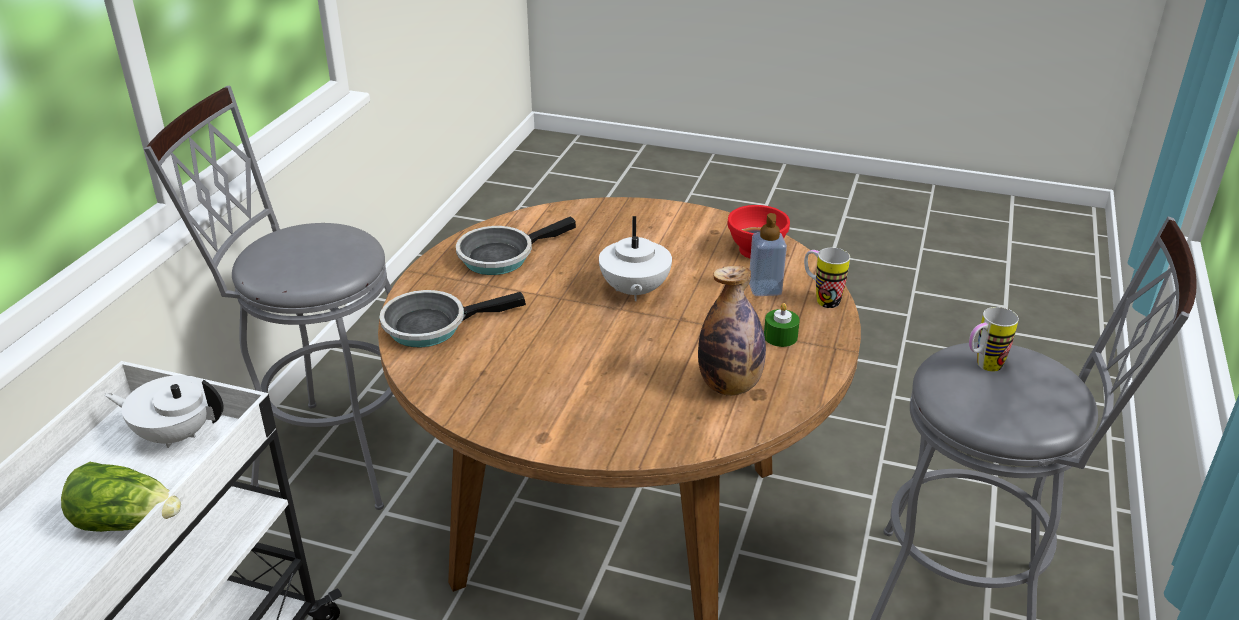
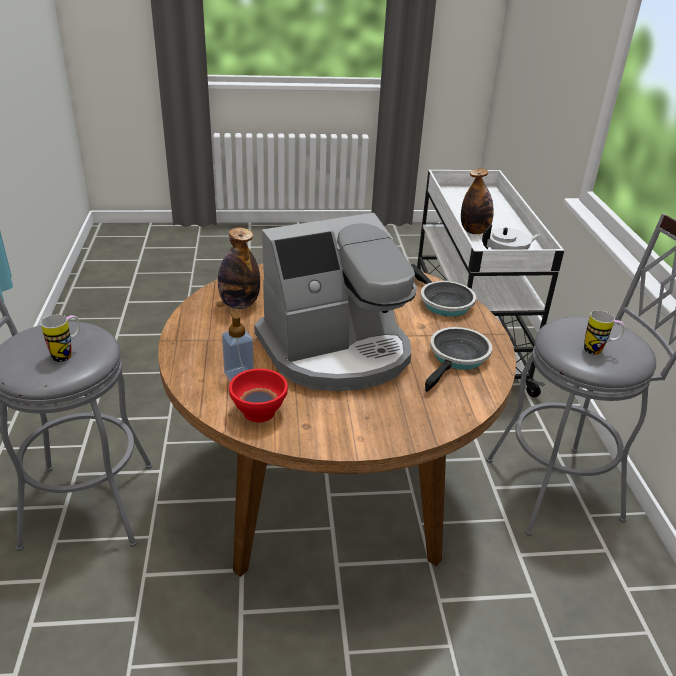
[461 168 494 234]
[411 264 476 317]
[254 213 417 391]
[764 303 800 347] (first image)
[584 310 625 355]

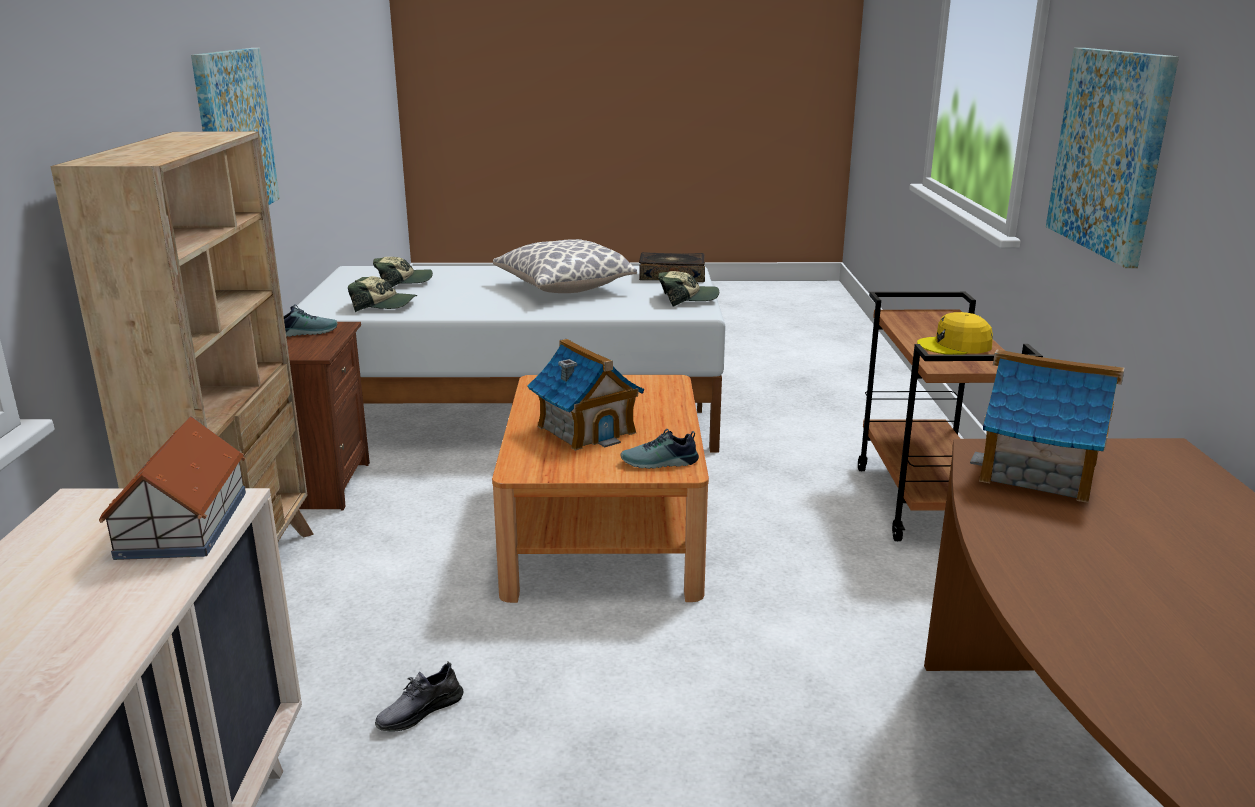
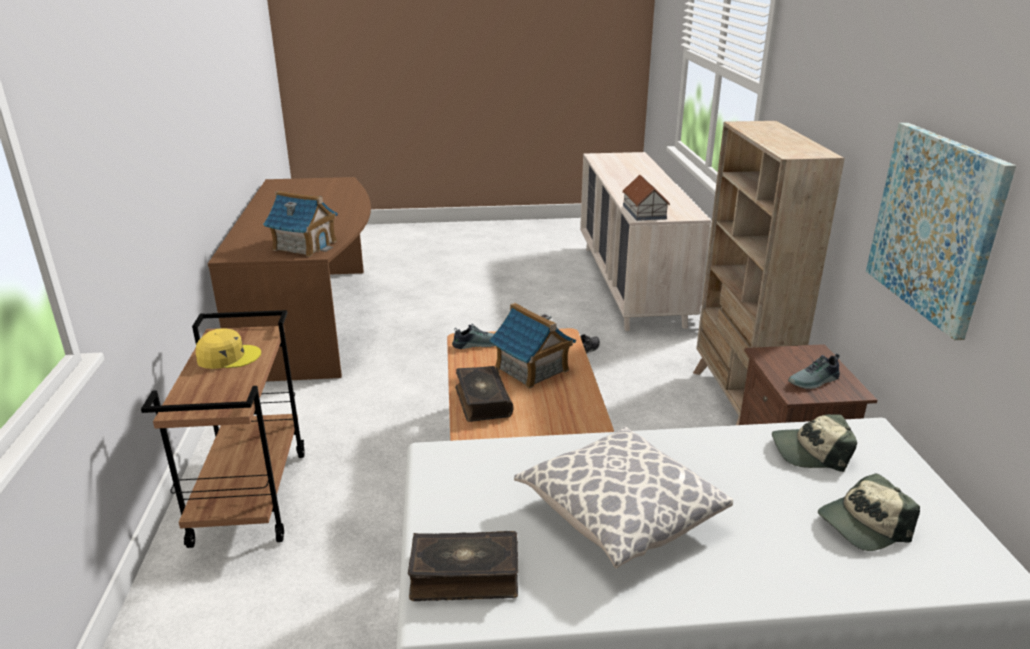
[658 271 719 306] (first image)
[1046 48 1179 268] (first image)
[455 366 513 422]

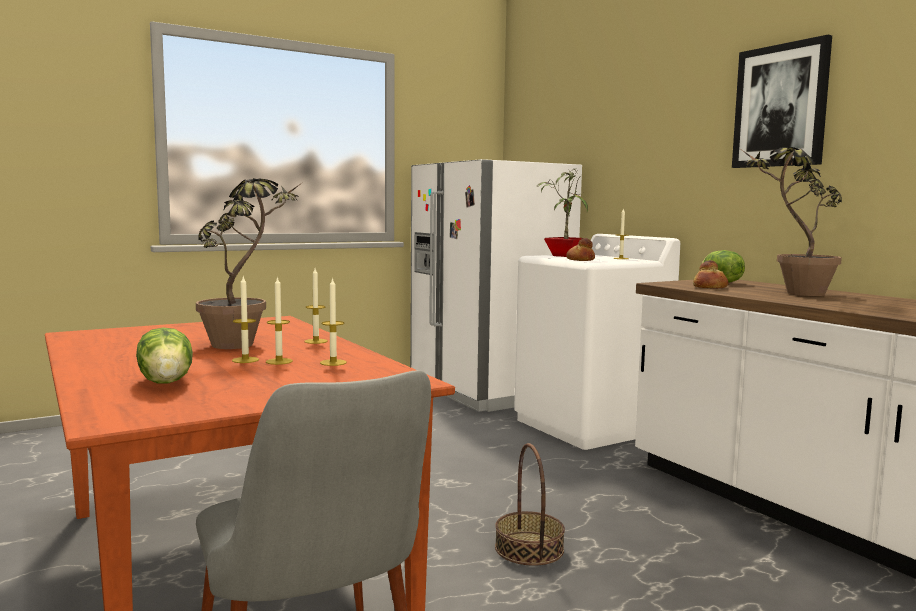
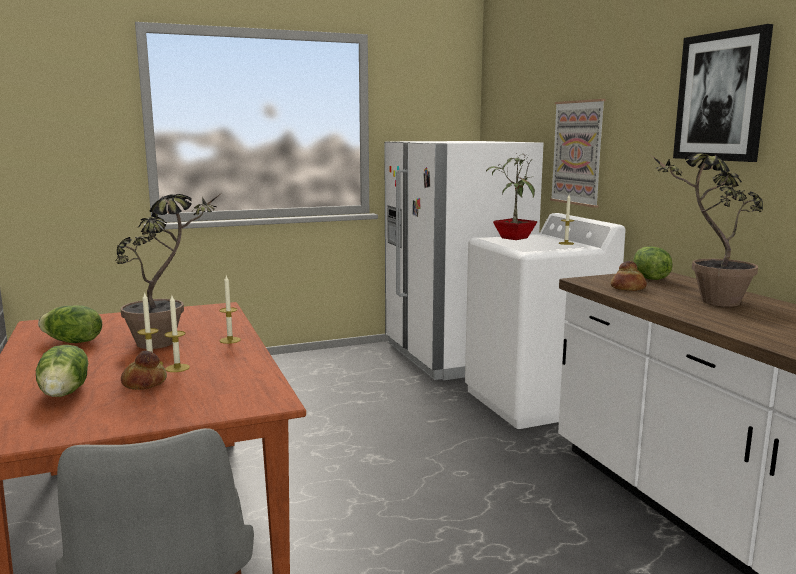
[320 277 347 366] (first image)
[495 443 565 566] (first image)
[121 351 167 390]
[38 305 102 343]
[550 99 606 208]

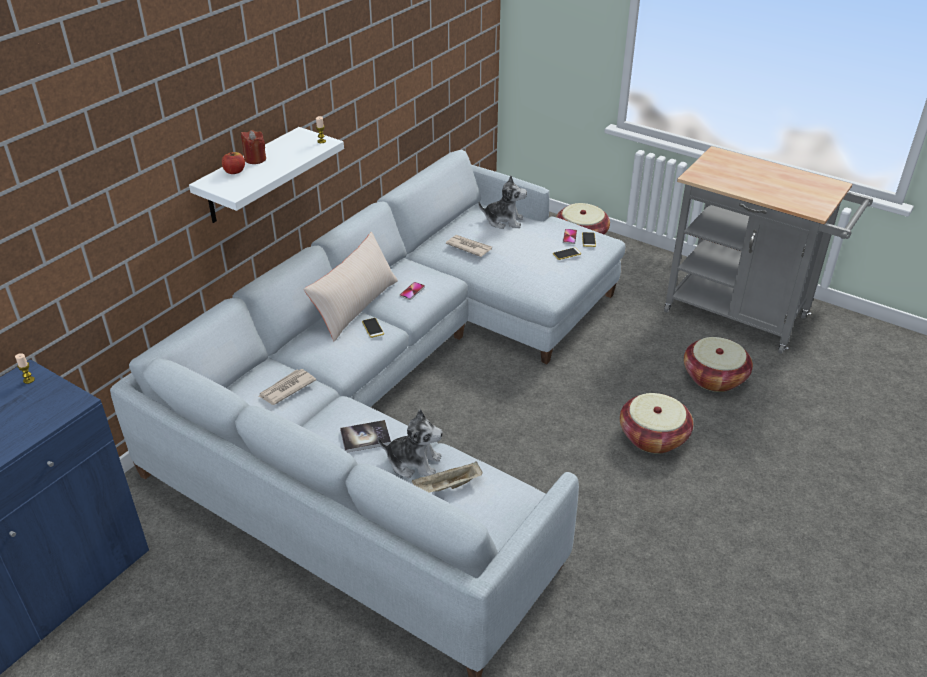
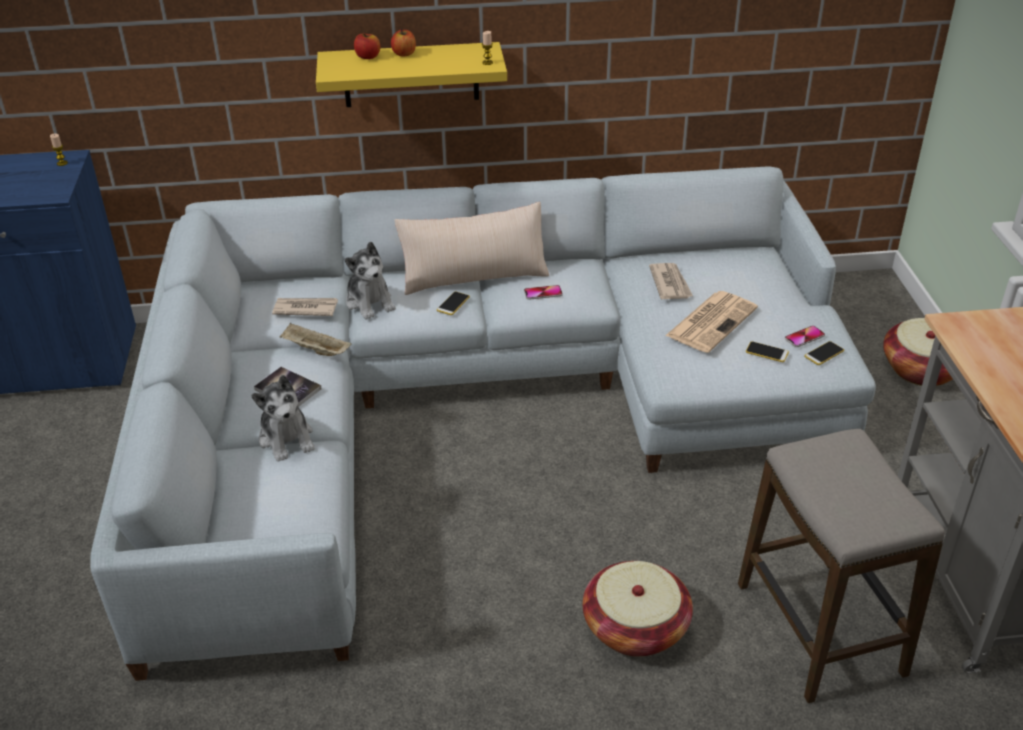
[316 42 507 107]
[391 28 416 57]
[279 323 352 356]
[345 241 396 320]
[738 429 945 703]
[665 291 758 353]

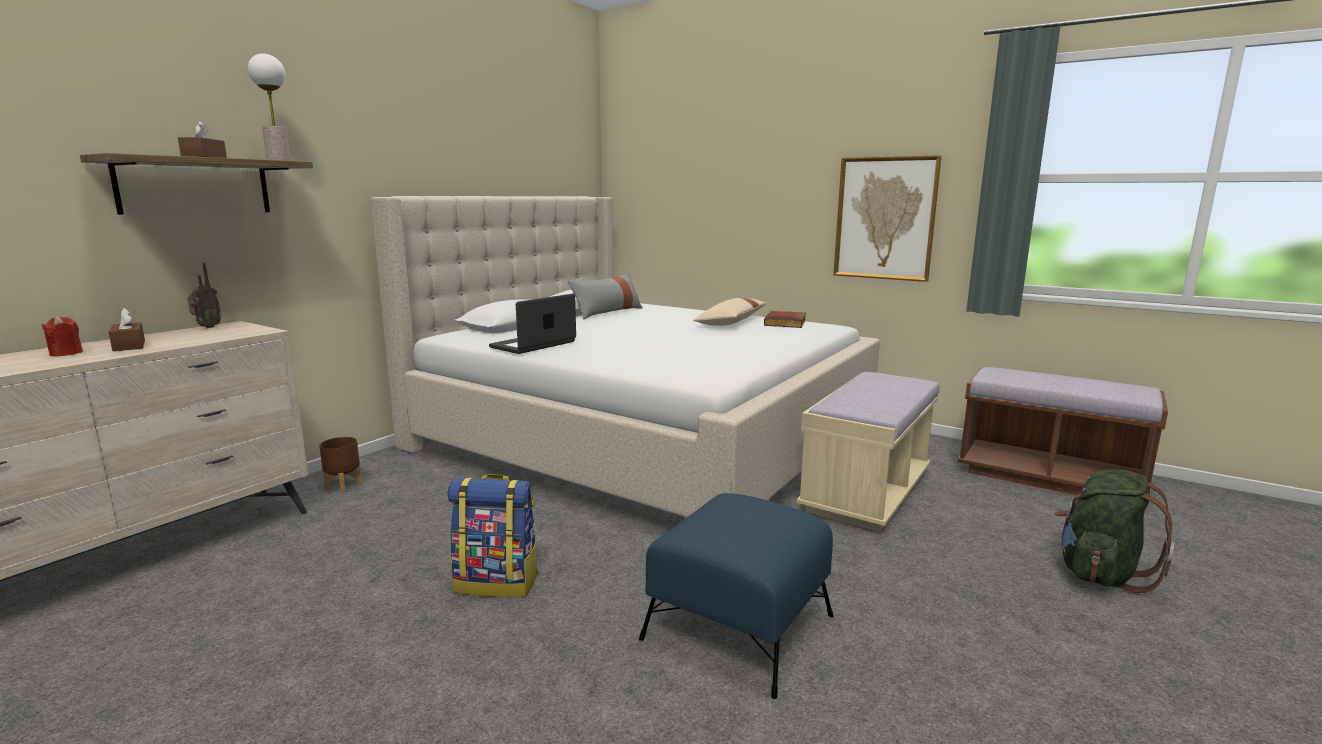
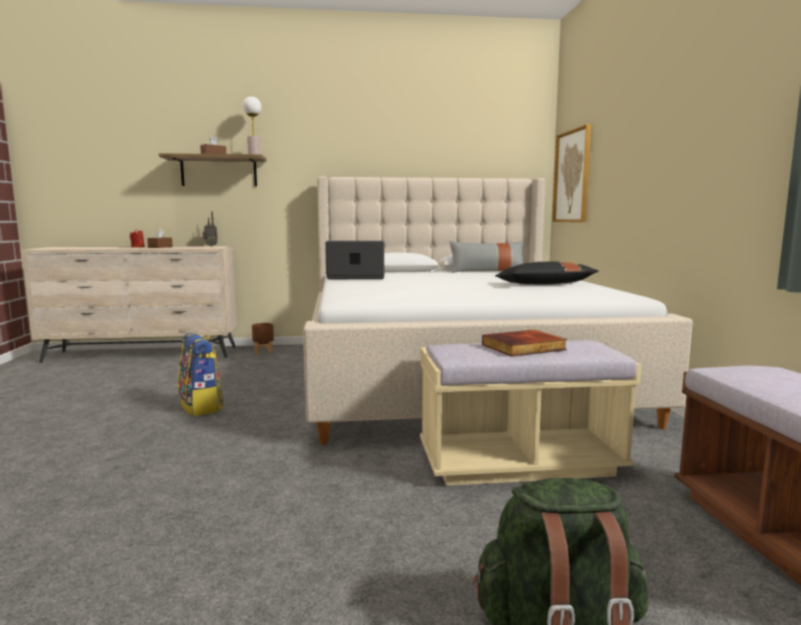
[639 493 833 699] (first image)
[495 262 599 285]
[482 330 567 357]
[552 124 591 222]

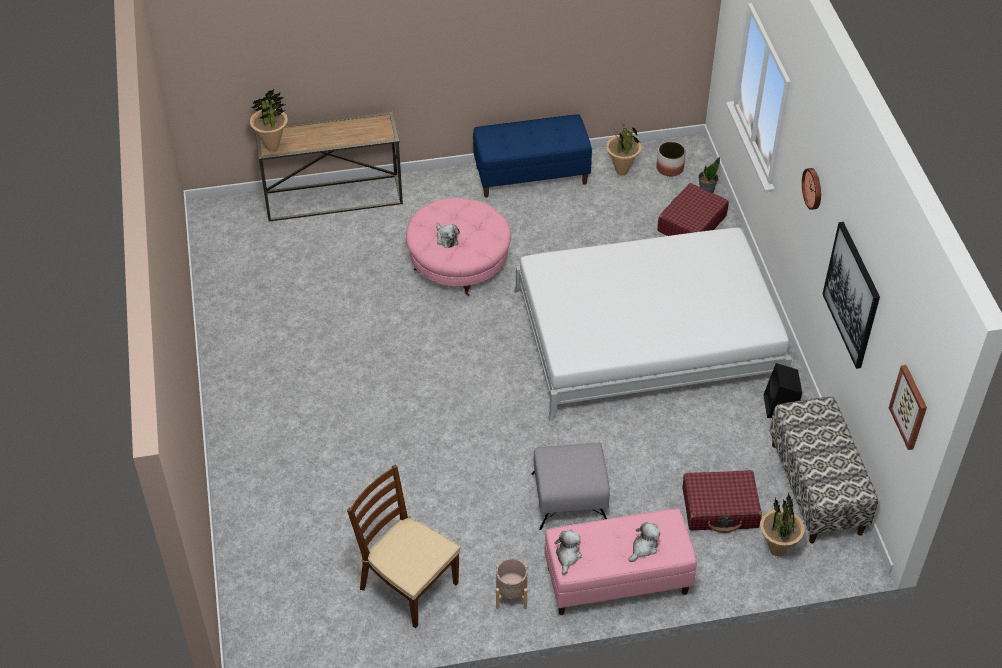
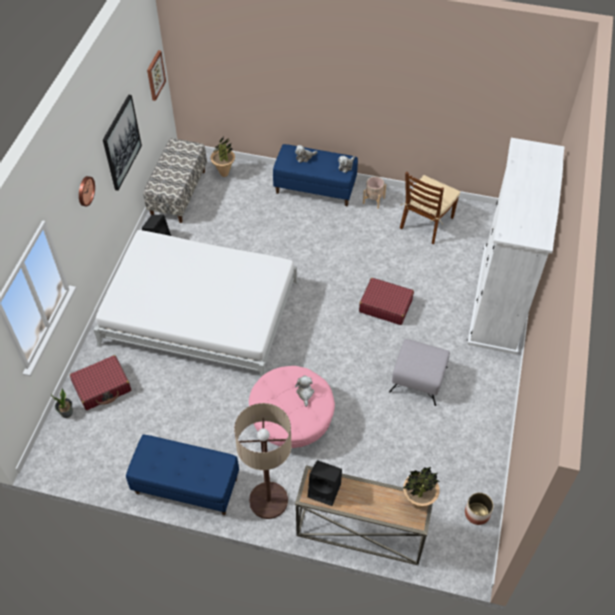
[400 172 460 244]
[389 339 450 406]
[273 144 358 206]
[606 118 641 176] (first image)
[465 493 494 525]
[359 278 414 325]
[234 403 292 519]
[308 460 342 506]
[467 138 565 355]

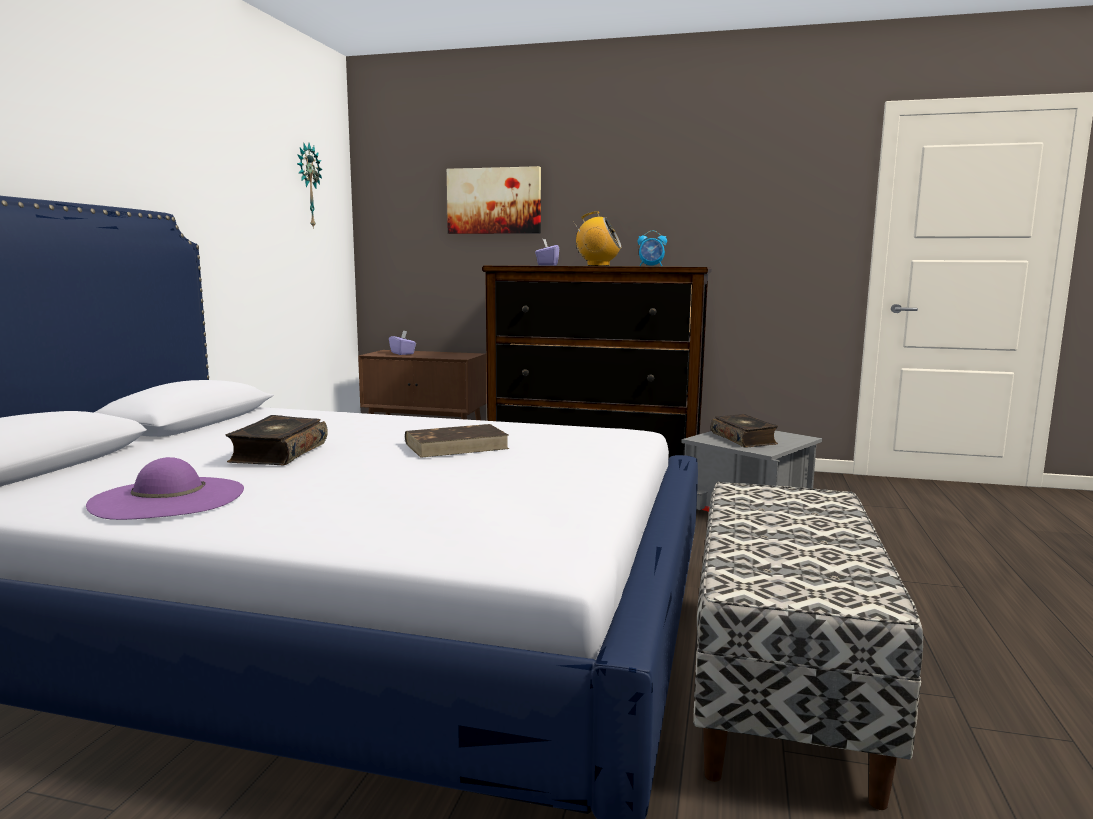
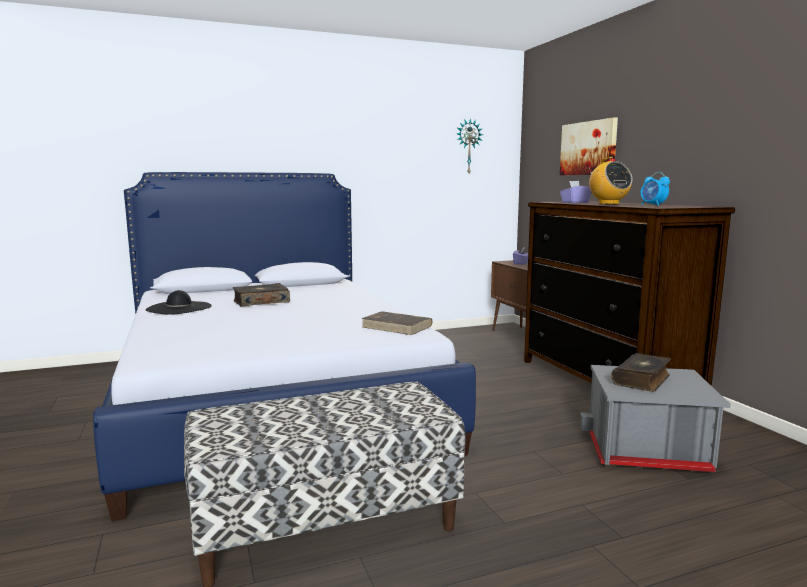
[146 290 212 315]
[361 311 432 335]

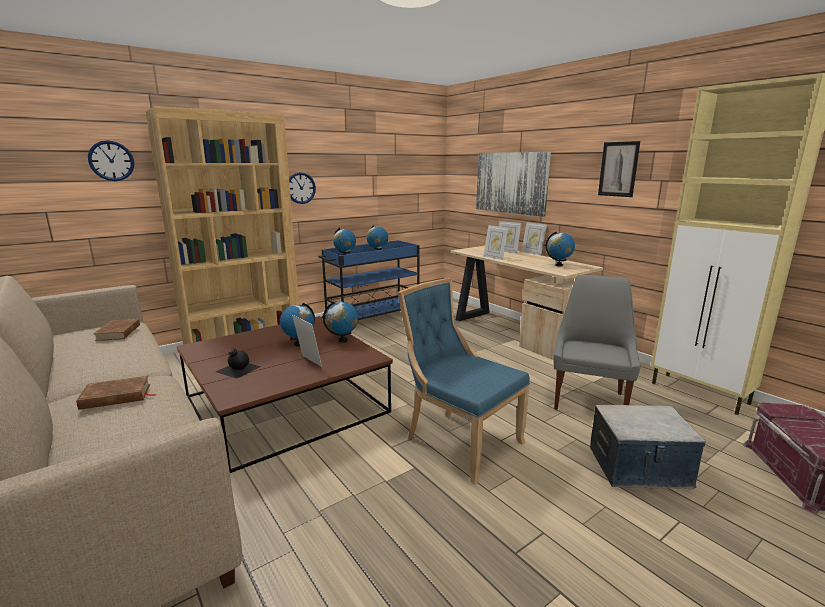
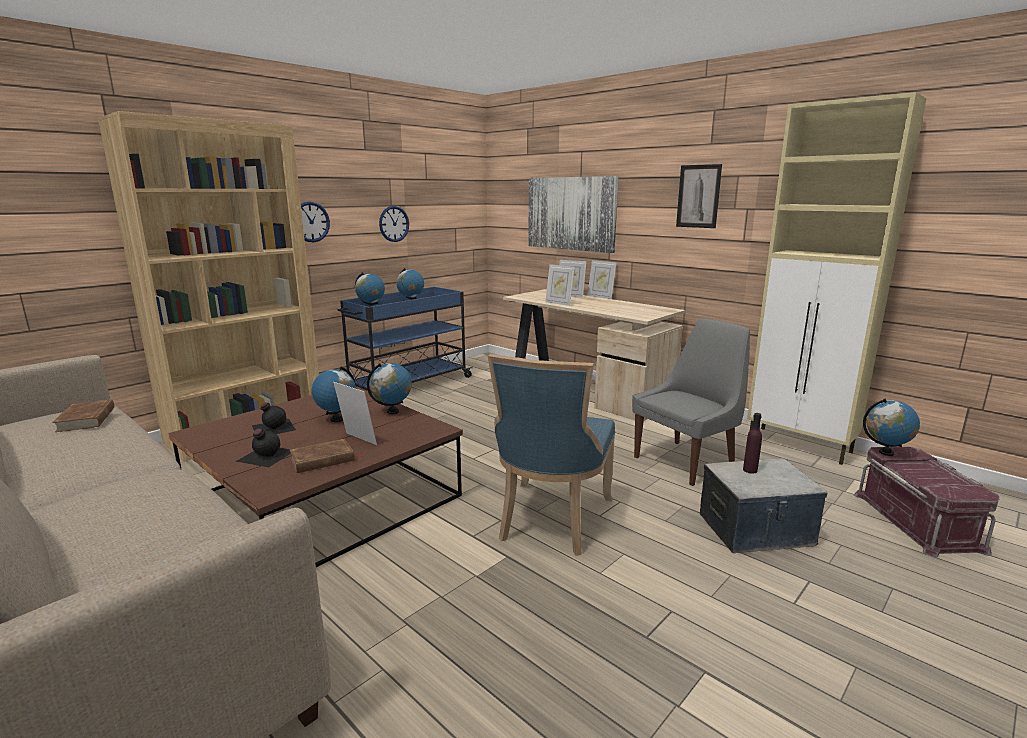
[290 439 361 473]
[379 206 409 242]
[488 354 615 556]
[863 399 920 456]
[632 318 750 486]
[252 402 296 434]
[743 413 762 474]

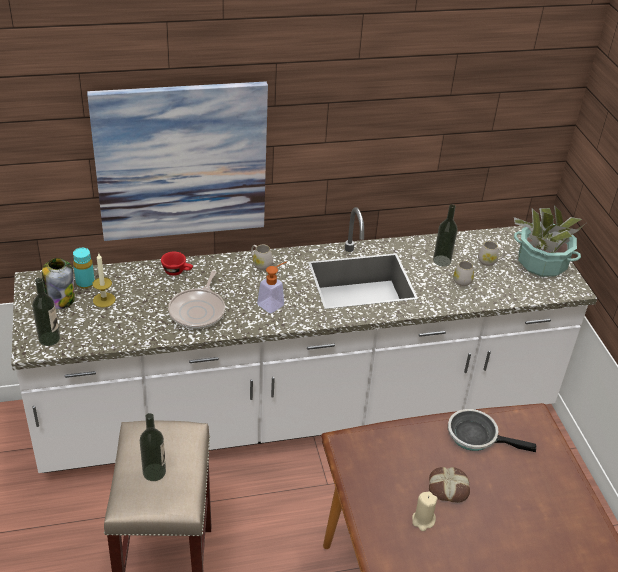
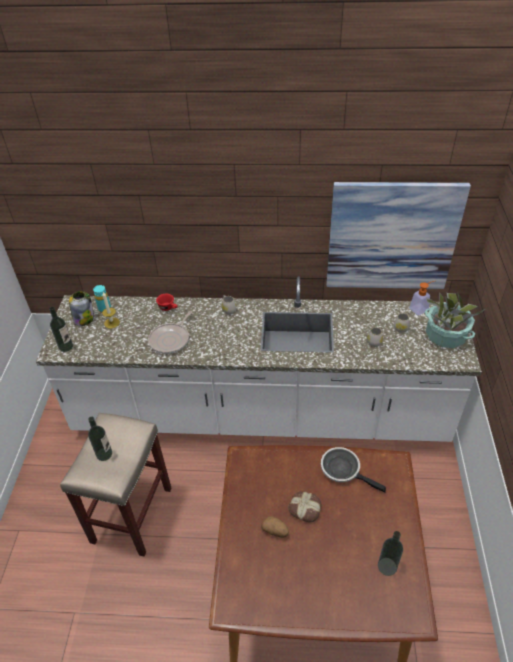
[326 182 471 289]
[409 281 434 315]
[261 516 289 538]
[378 531 403 576]

